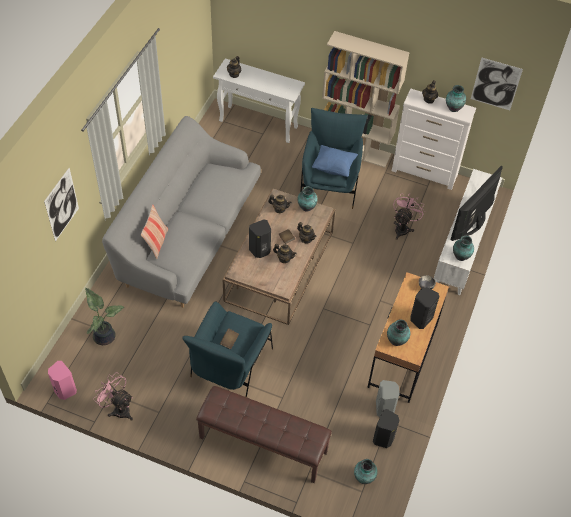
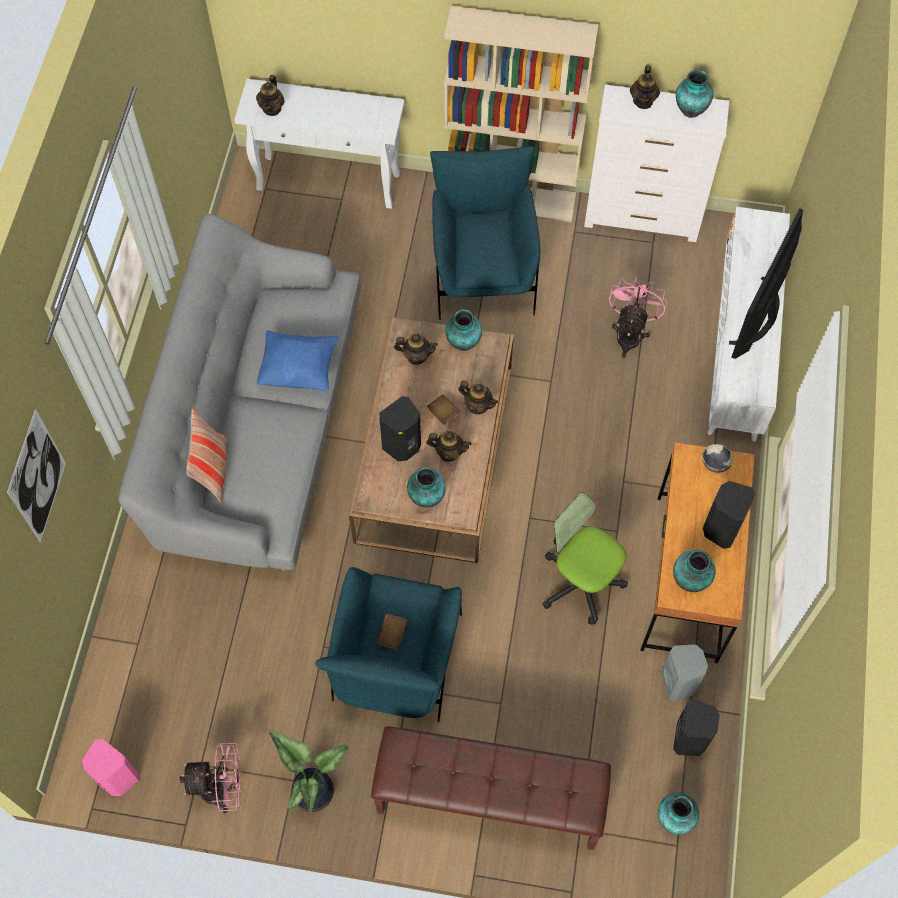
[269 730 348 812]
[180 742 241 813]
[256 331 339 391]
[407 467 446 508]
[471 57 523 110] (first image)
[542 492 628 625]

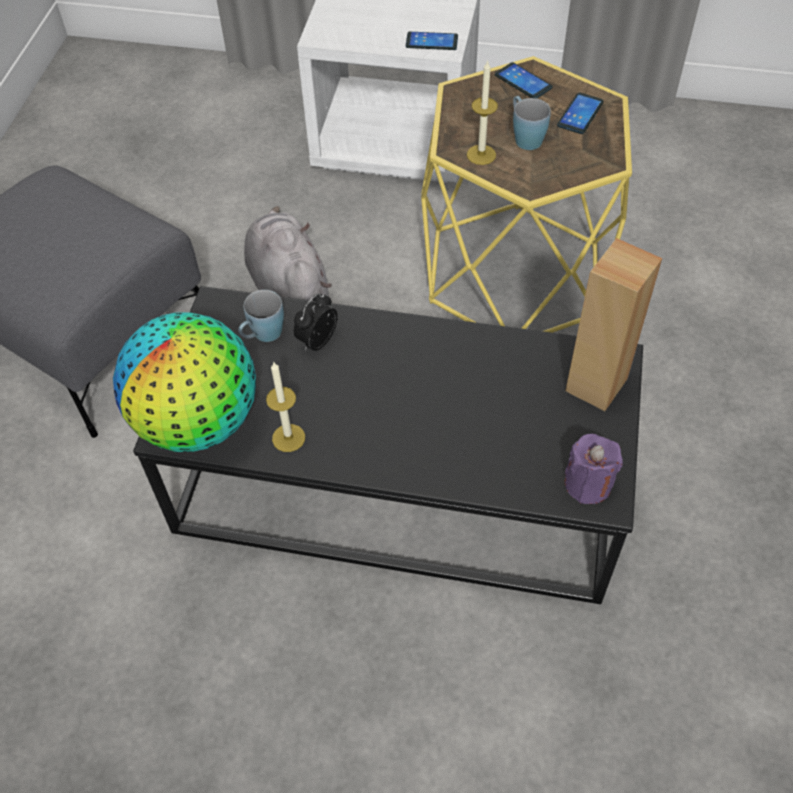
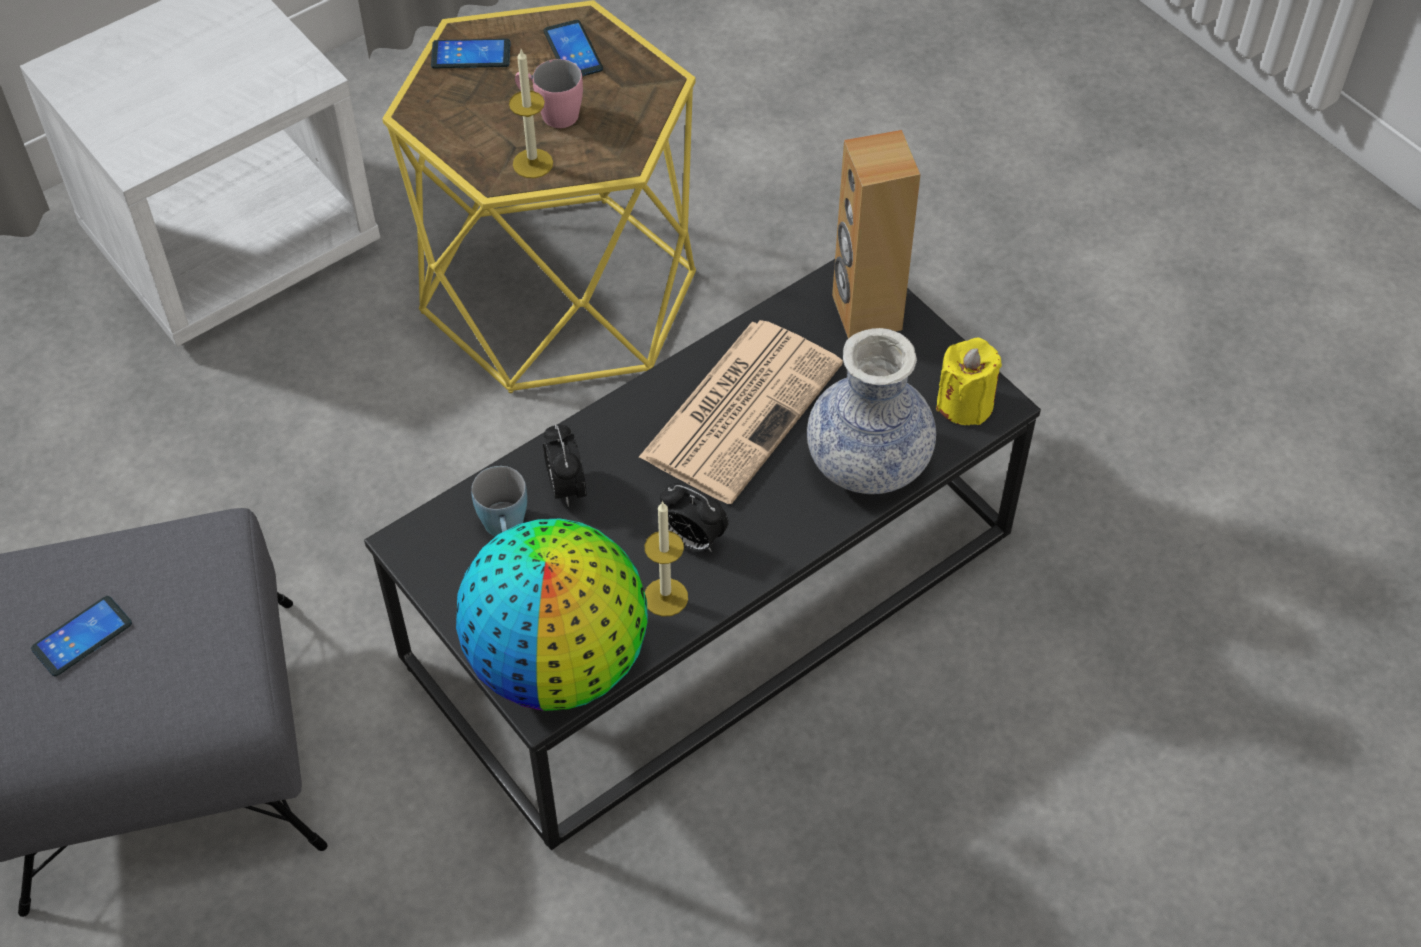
[244 206 332 301] (first image)
[31 596 132 676]
[515 59 583 128]
[936 337 1002 425]
[639 320 843 504]
[660 483 729 552]
[807 328 936 494]

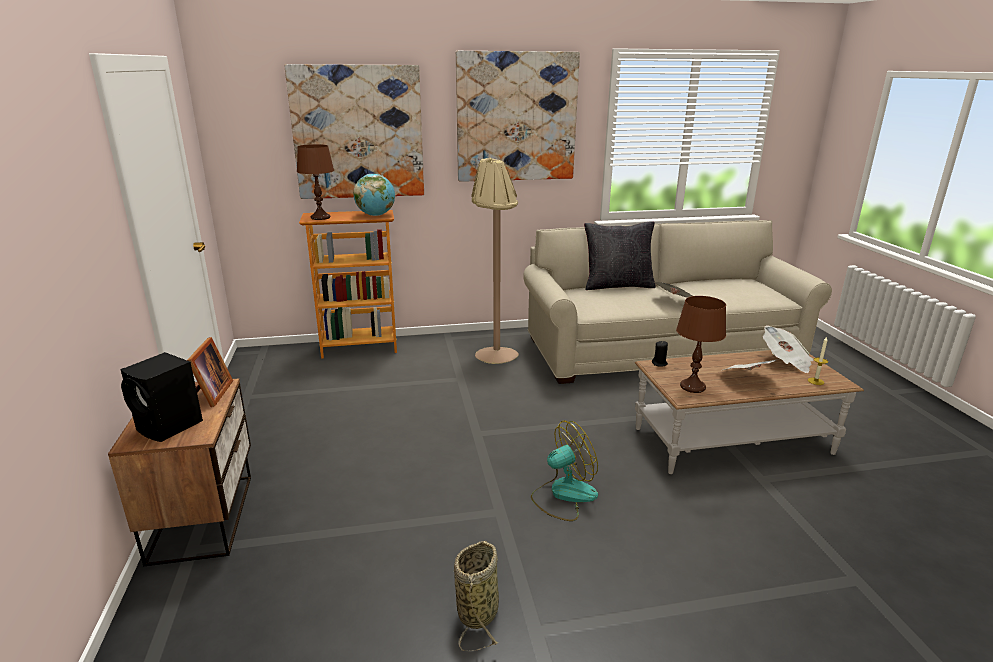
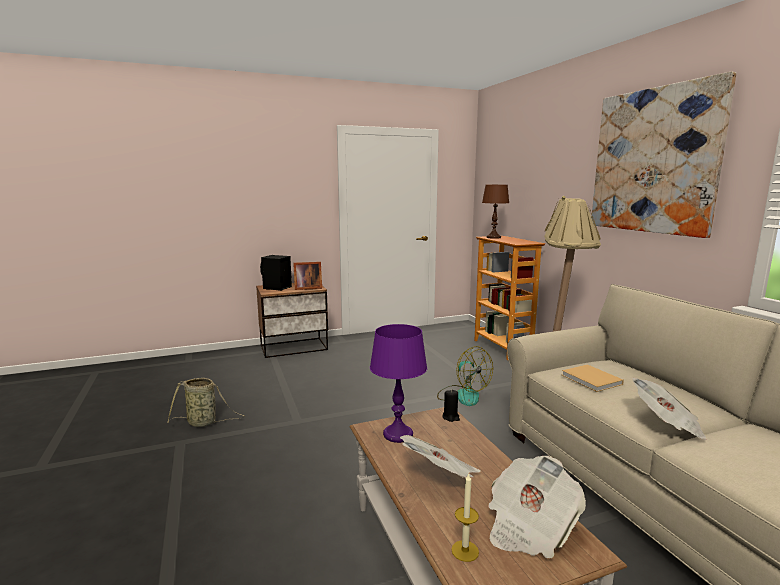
[285 64 424 199] (first image)
[353 174 395 216] (first image)
[437 346 493 406]
[584 221 656 290] (first image)
[370 324 427 443]
[562 364 624 392]

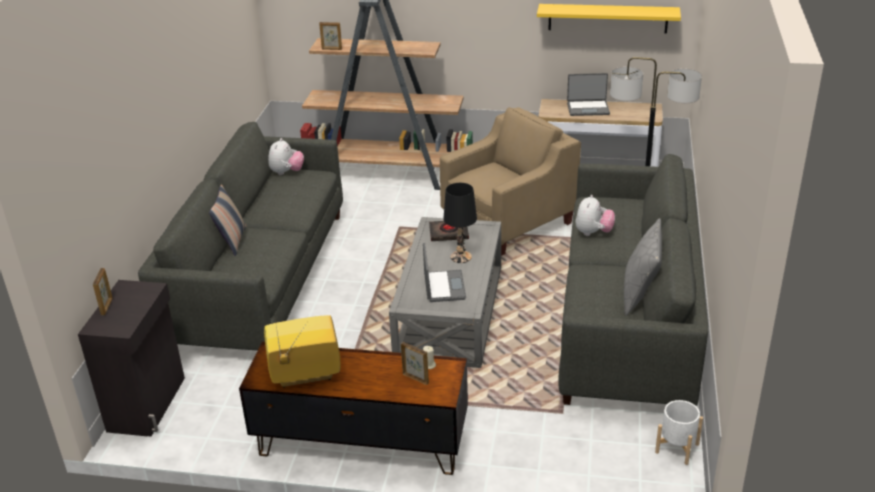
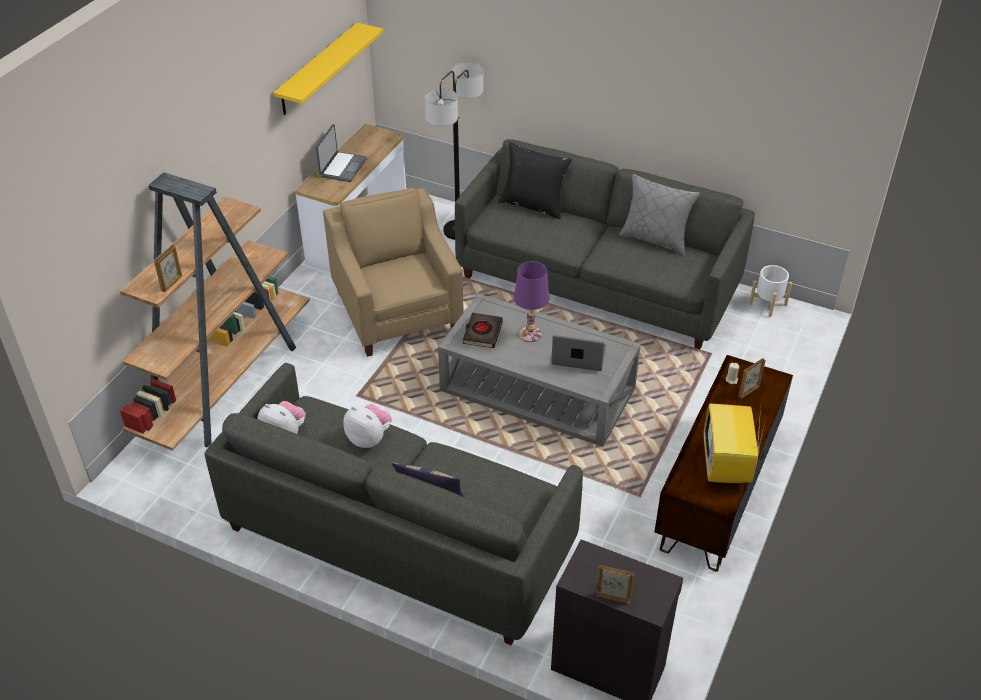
[514 261 549 342]
[343 404 392 448]
[499 142 572 220]

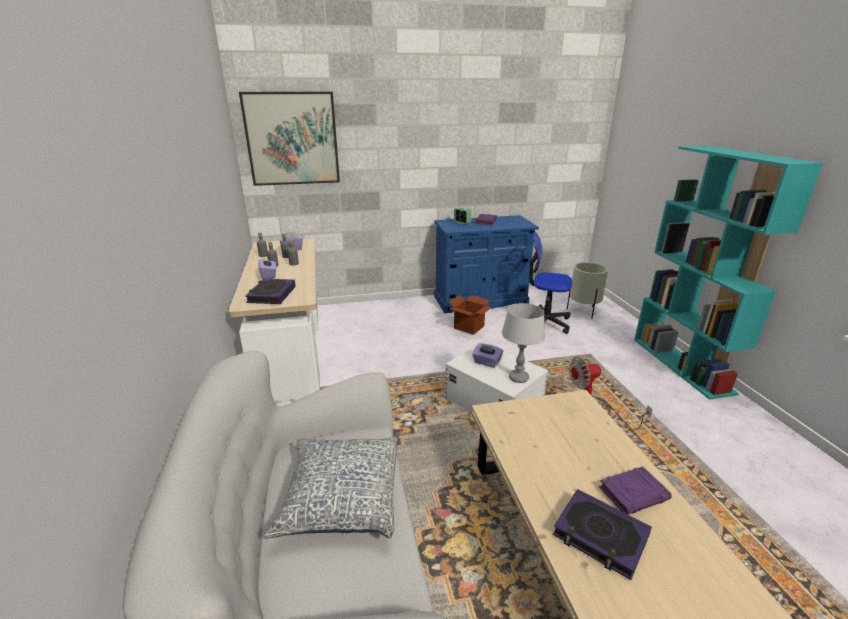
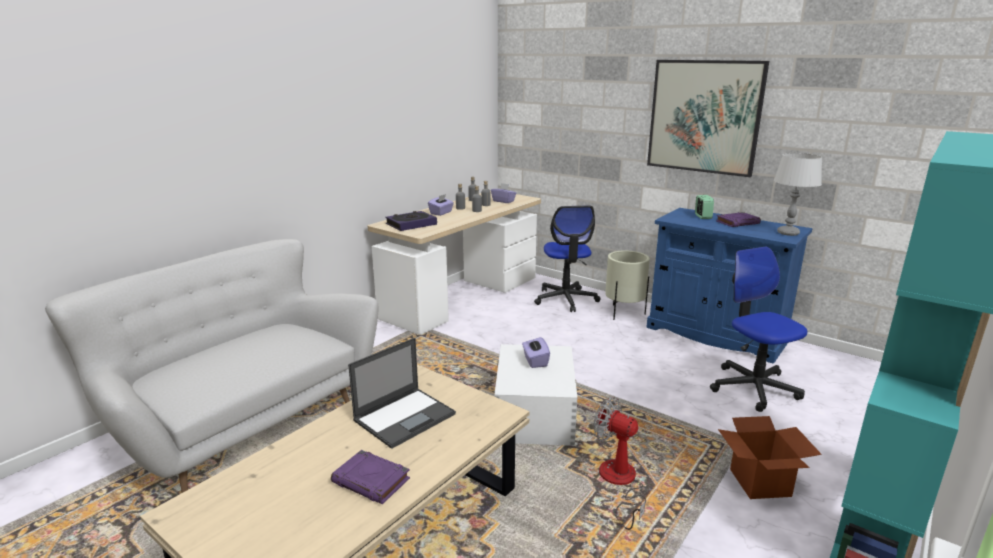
[647 60 769 177]
[264 436 398 538] (first image)
[718 416 822 499]
[774 153 822 236]
[552 489 652 580] (first image)
[605 250 650 320]
[348 338 456 449]
[534 205 601 312]

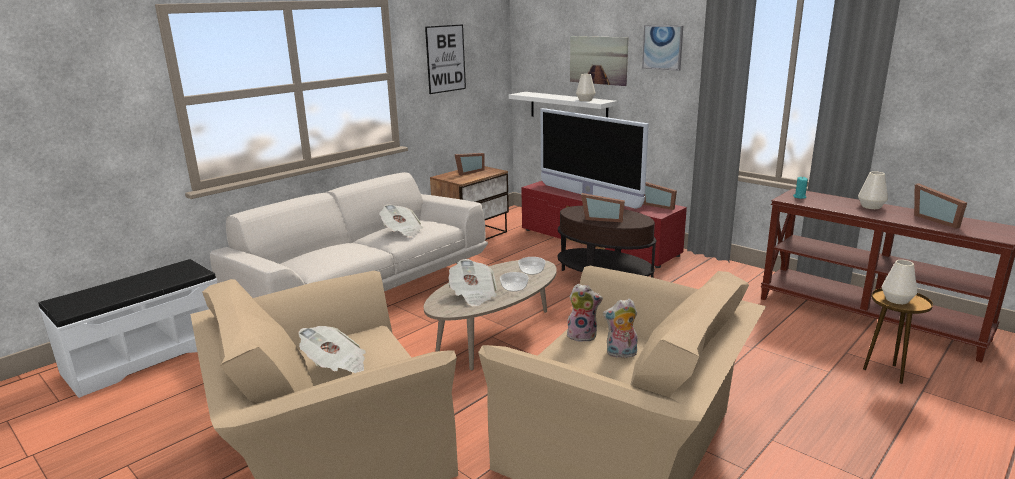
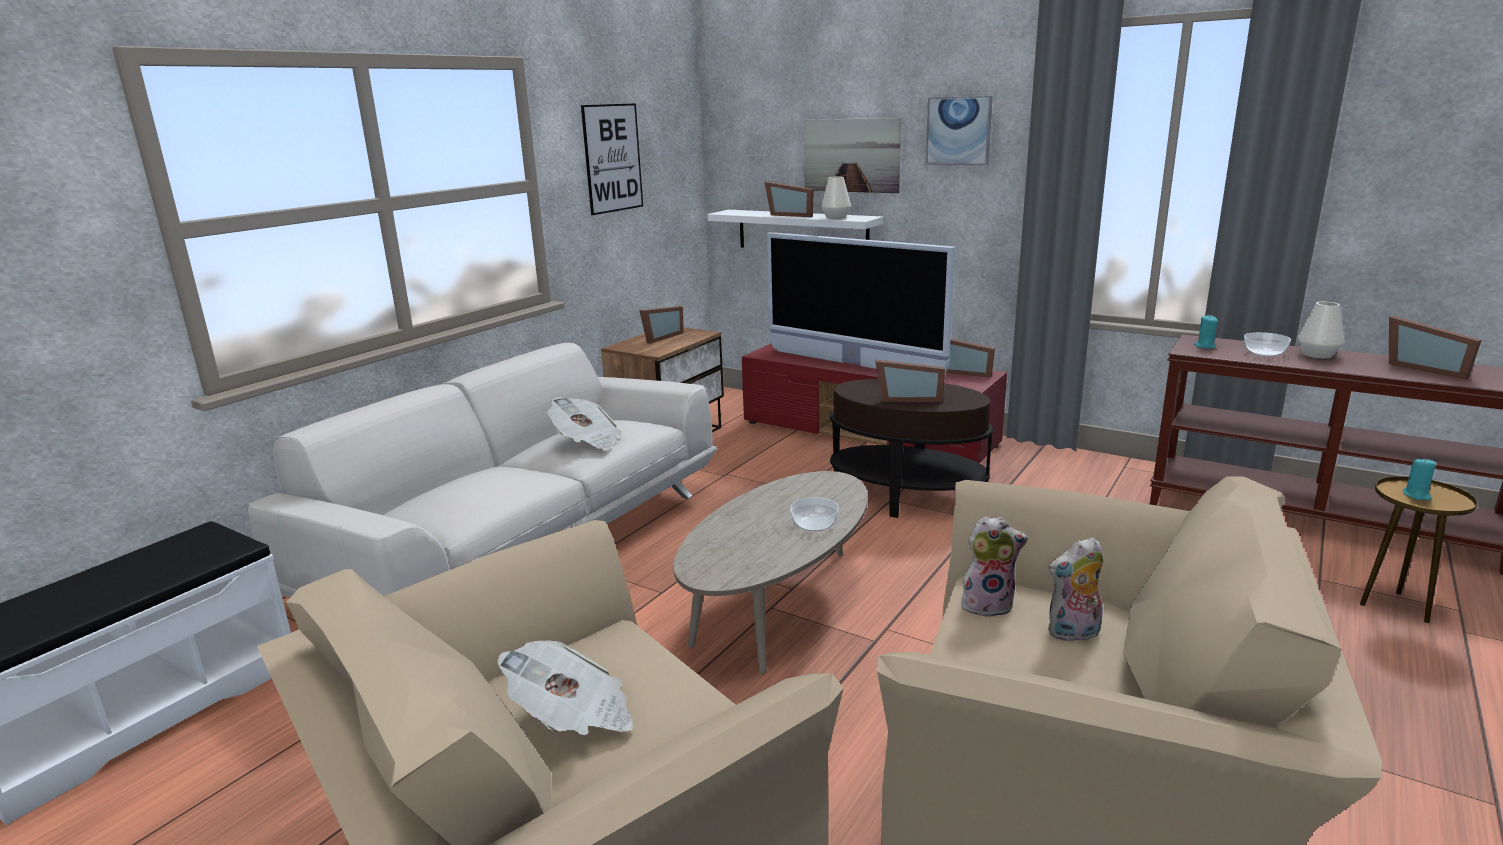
[448 259 497 307] (first image)
[1244 332 1291 356]
[1403 458 1436 500]
[765 181 814 217]

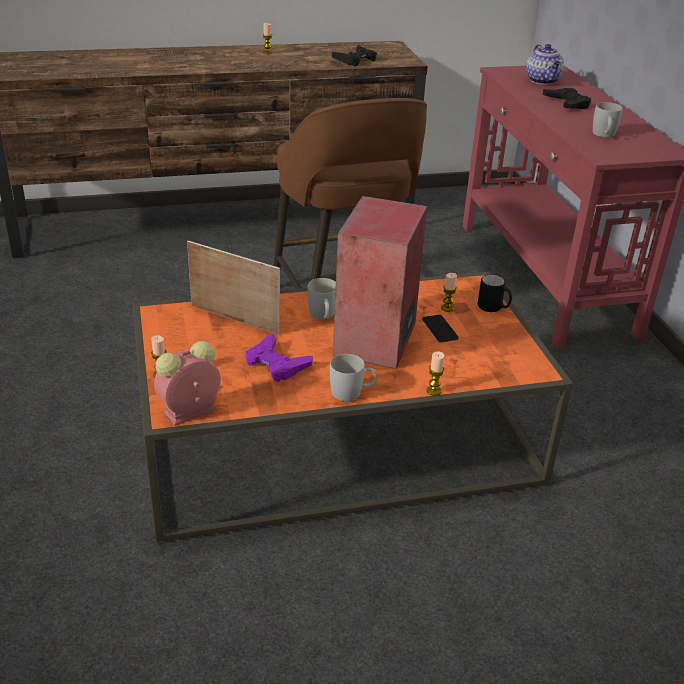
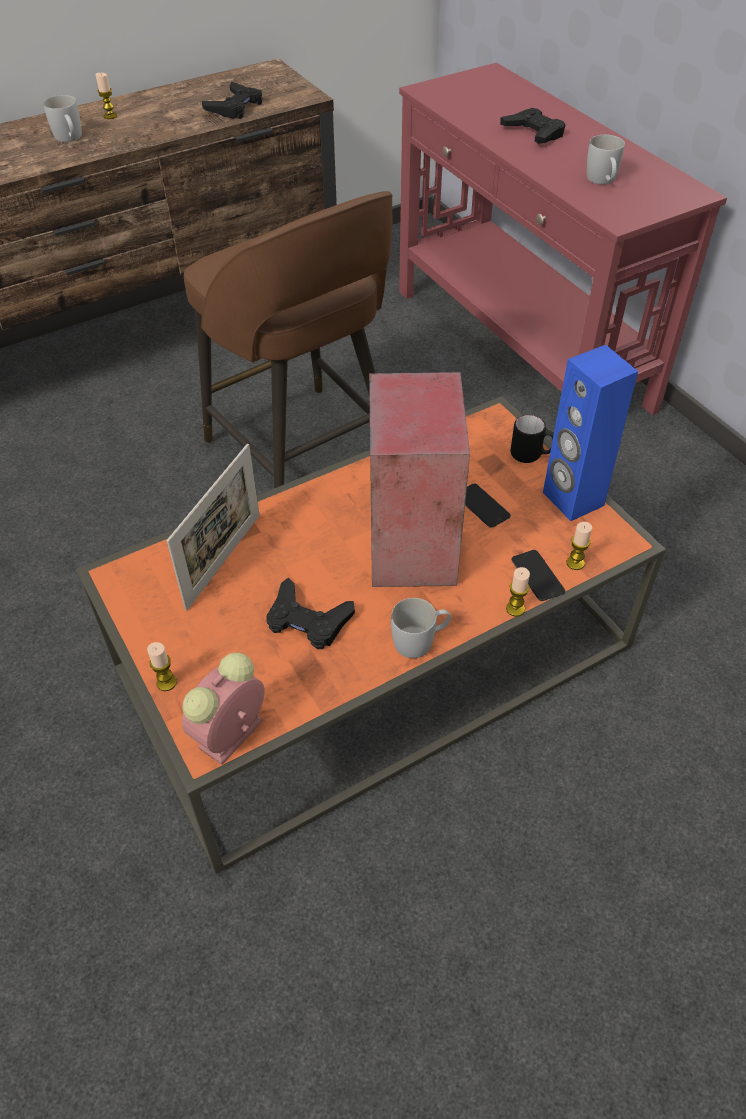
[166 444 260 611]
[266 578 355 649]
[43 95 82 142]
[567 522 592 570]
[526 44 564 85] (first image)
[512 550 565 601]
[543 345 638 521]

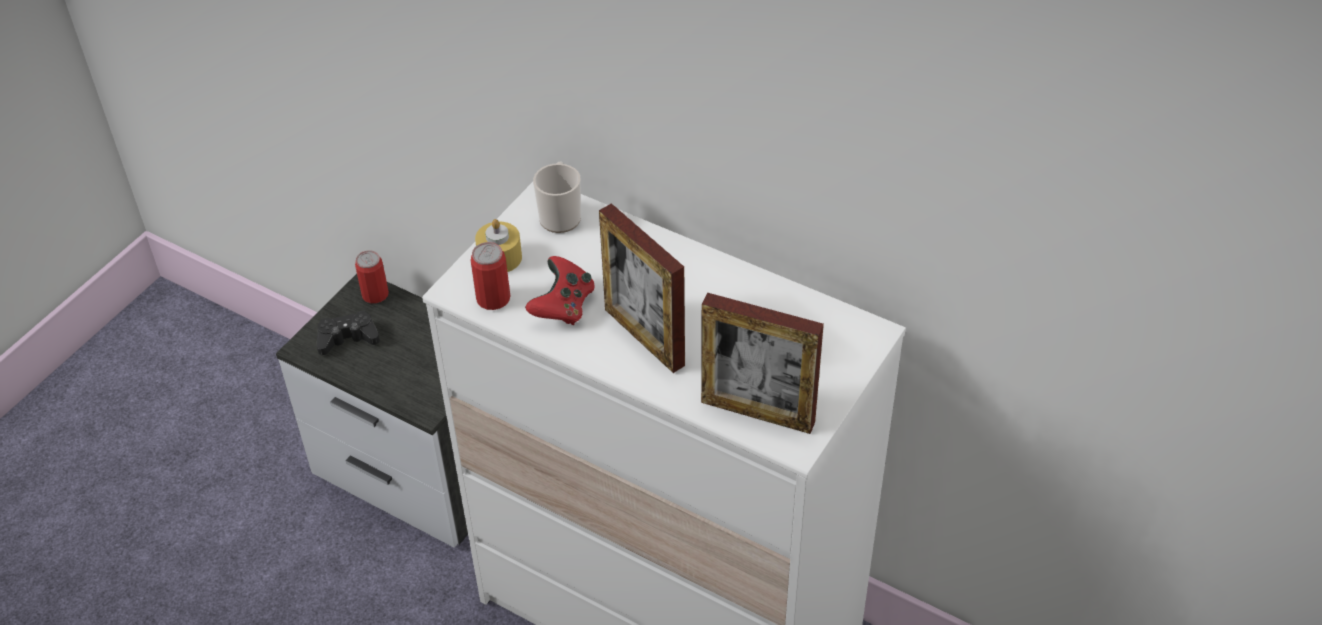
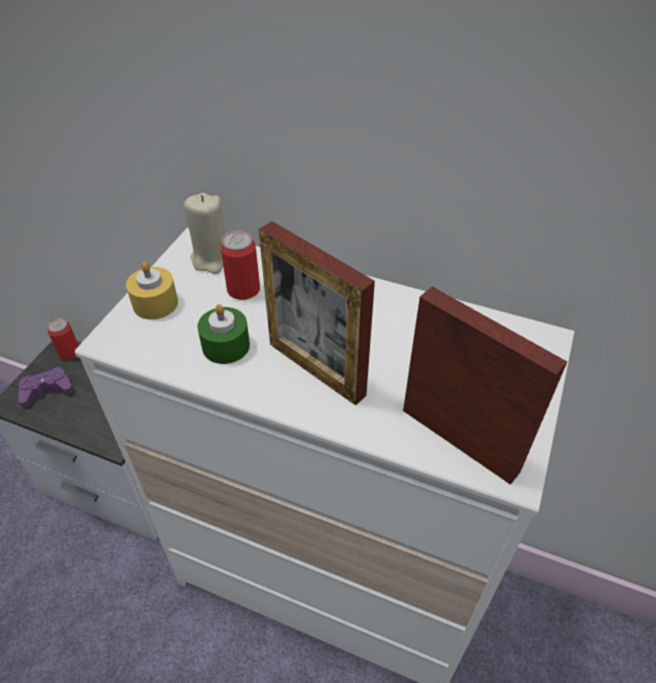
[18 367 74 407]
[221 230 260 300]
[198 304 250 364]
[184 193 225 274]
[403 286 567 485]

